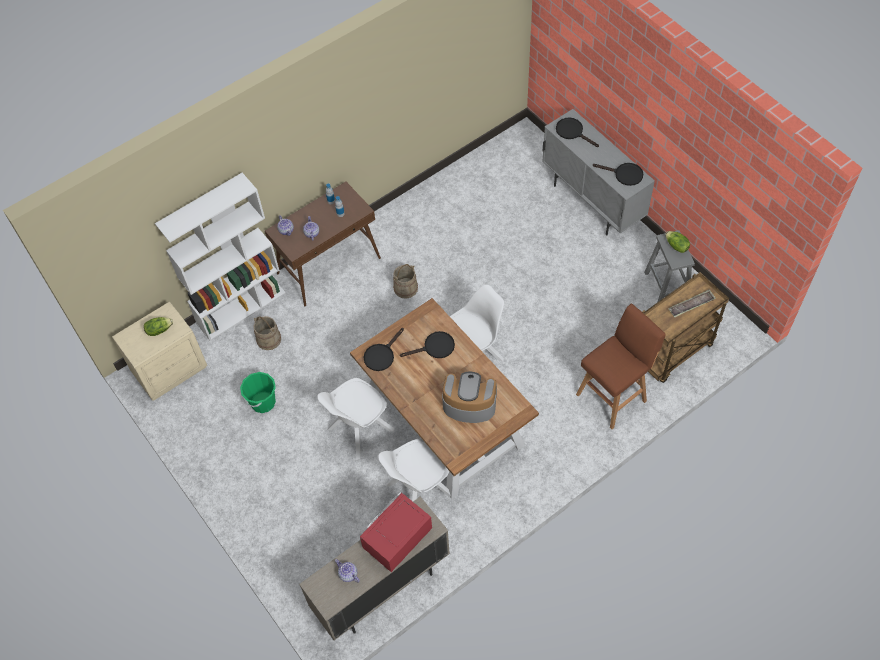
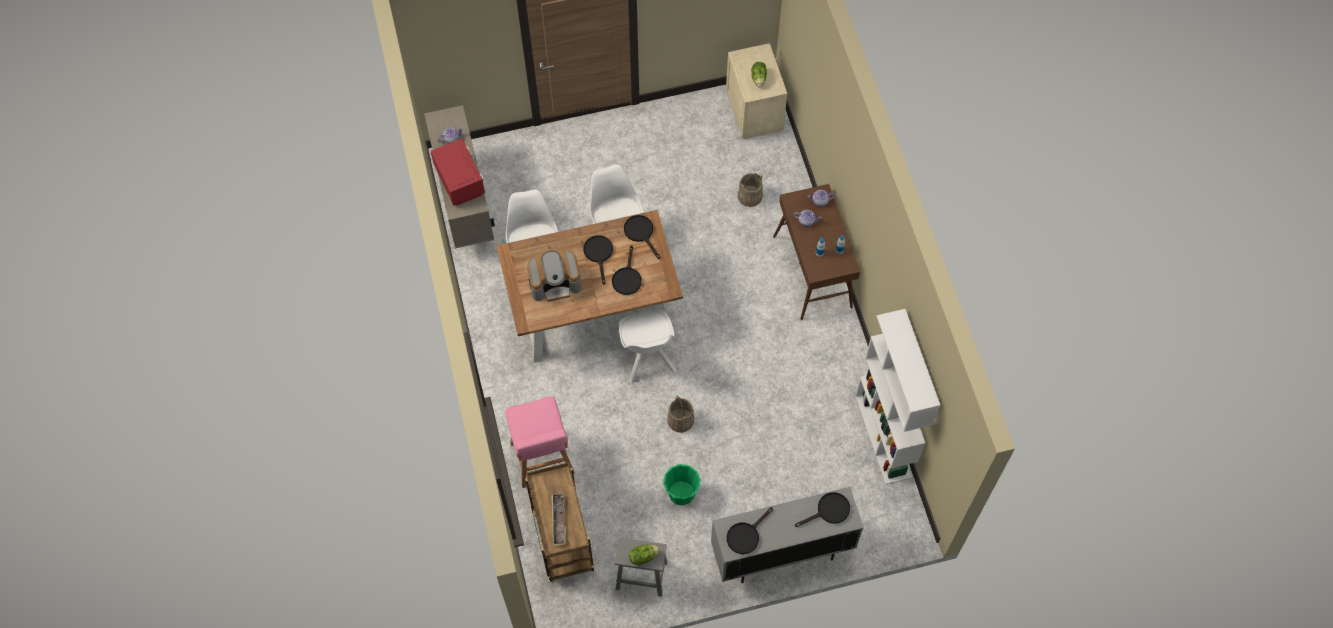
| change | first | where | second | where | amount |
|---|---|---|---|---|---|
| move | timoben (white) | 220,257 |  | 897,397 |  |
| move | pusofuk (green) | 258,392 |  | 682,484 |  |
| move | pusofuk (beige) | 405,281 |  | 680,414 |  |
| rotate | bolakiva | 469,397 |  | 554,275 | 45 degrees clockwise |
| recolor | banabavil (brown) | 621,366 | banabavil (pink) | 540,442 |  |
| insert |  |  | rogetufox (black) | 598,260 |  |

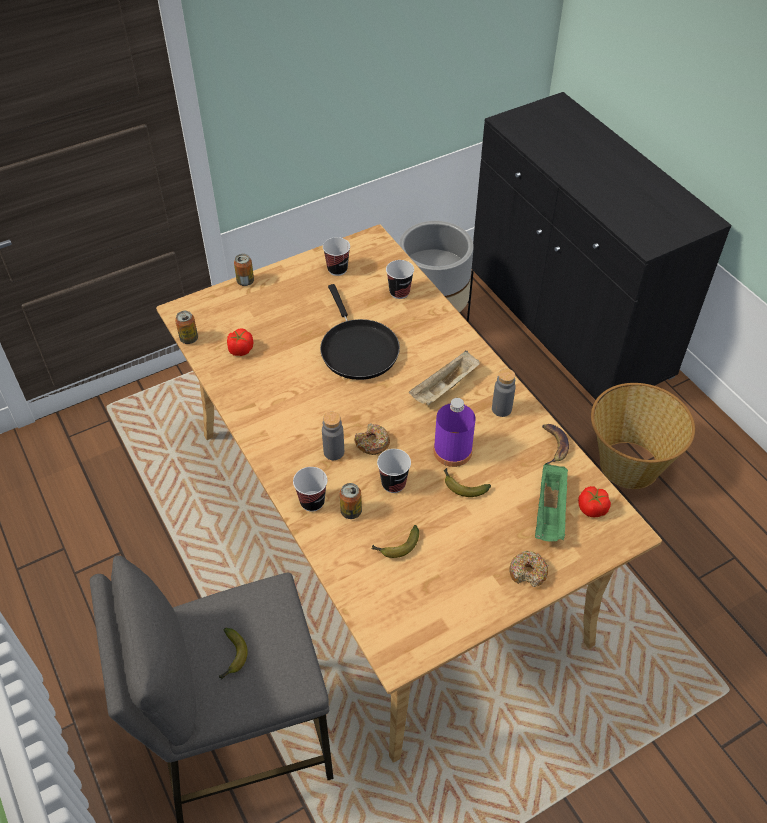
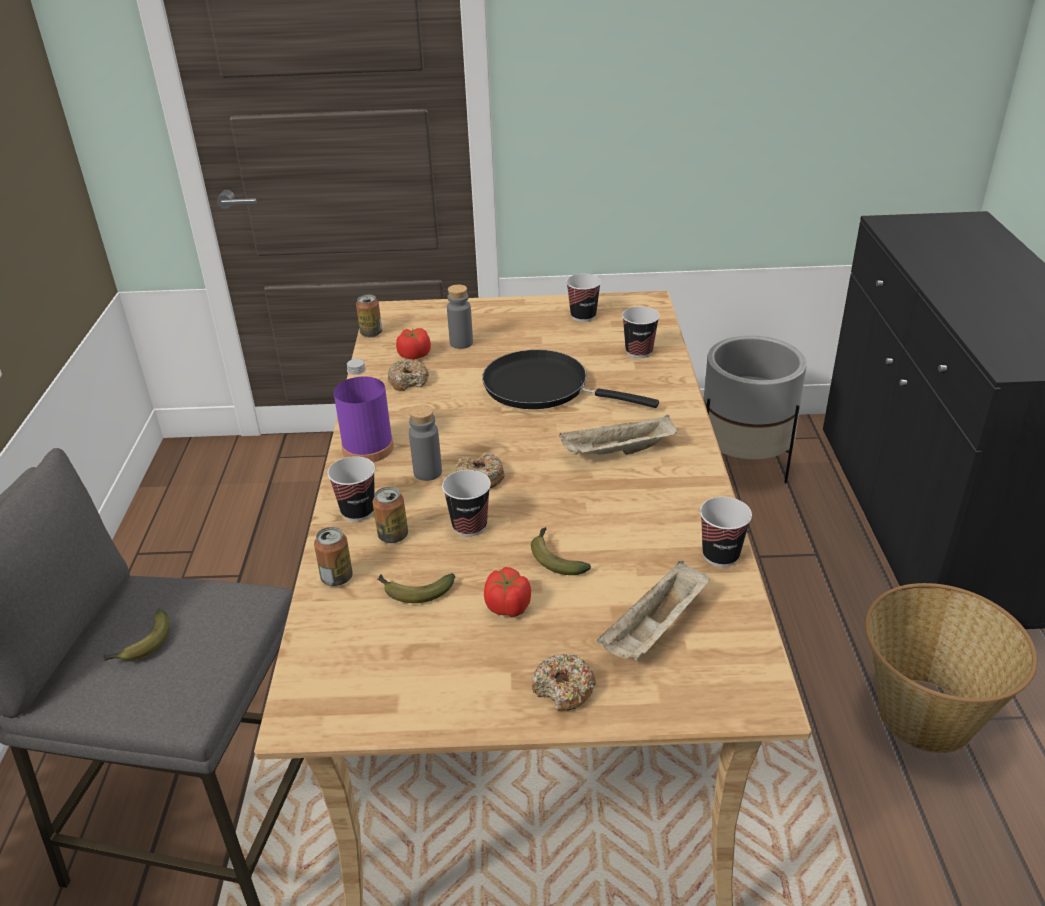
| change | first | where | second | where | amount |
|---|---|---|---|---|---|
| move | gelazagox | 244,270 |  | 333,556 |  |
| rotate | rogetufox (black) | 360,332 |  | 570,379 | 105 degrees clockwise |
| move | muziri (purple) | 454,432 |  | 364,410 |  |
| move | muziri (grey) | 504,393 |  | 460,317 |  |
| recolor | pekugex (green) | 551,502 | pekugex (beige) | 653,611 |  |
| replace | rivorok | 555,444 | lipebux | 726,532 |  |
| move | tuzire | 594,501 |  | 507,592 |  |
| insert |  |  | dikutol | 408,375 |  |

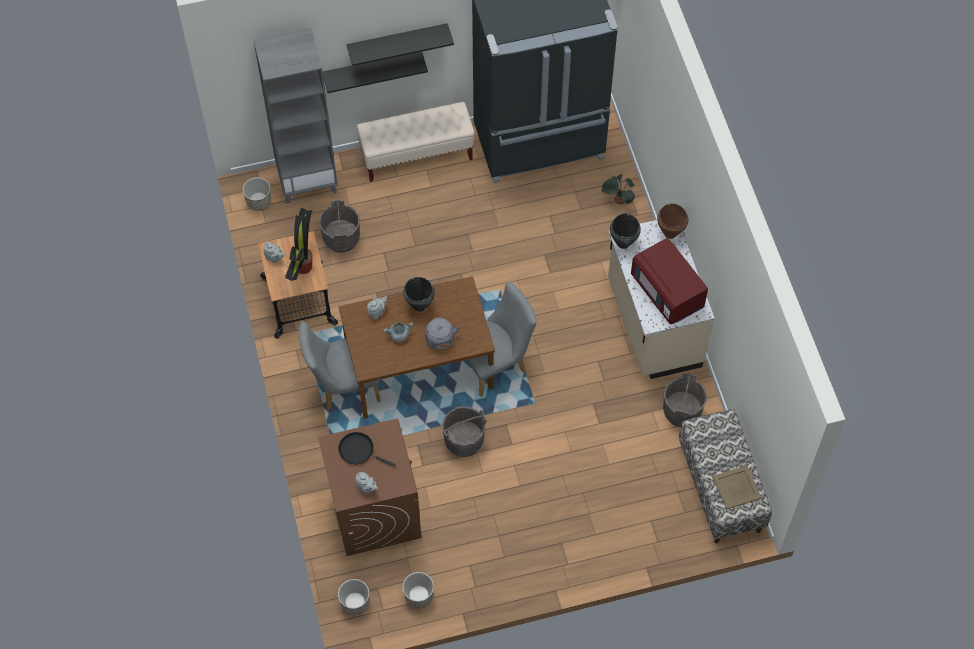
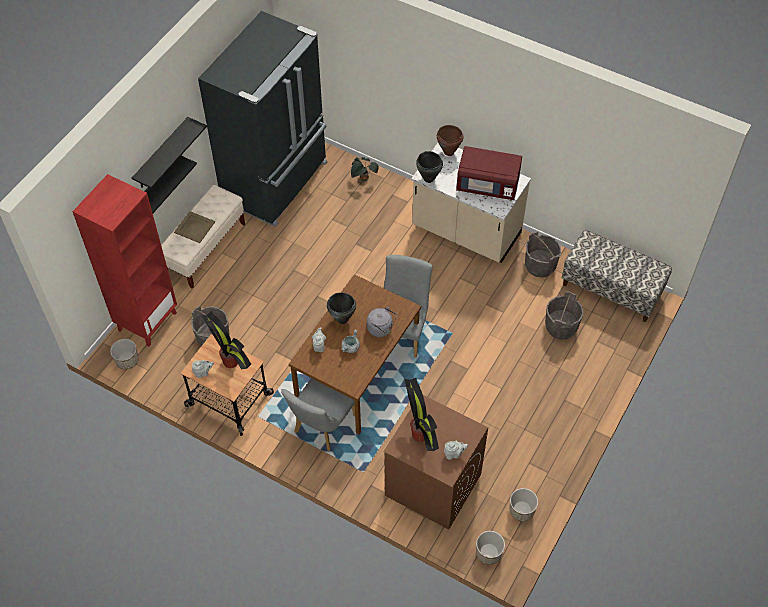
| change | first | where | second | where | amount |
|---|---|---|---|---|---|
| recolor | timoben (grey) | 295,116 | timoben (red) | 124,260 |  |
| replace | rogetufox (black) | 367,449 | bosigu | 422,414 |  |
| move | pusofuk (grey) | 464,431 |  | 564,315 |  |
| move | pekugex (beige) | 737,487 |  | 194,227 |  |

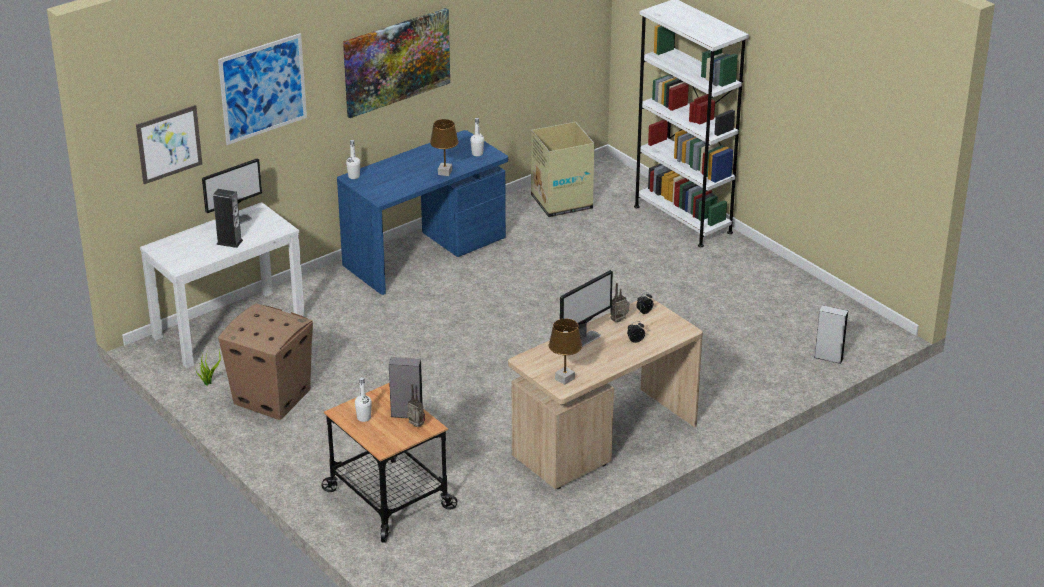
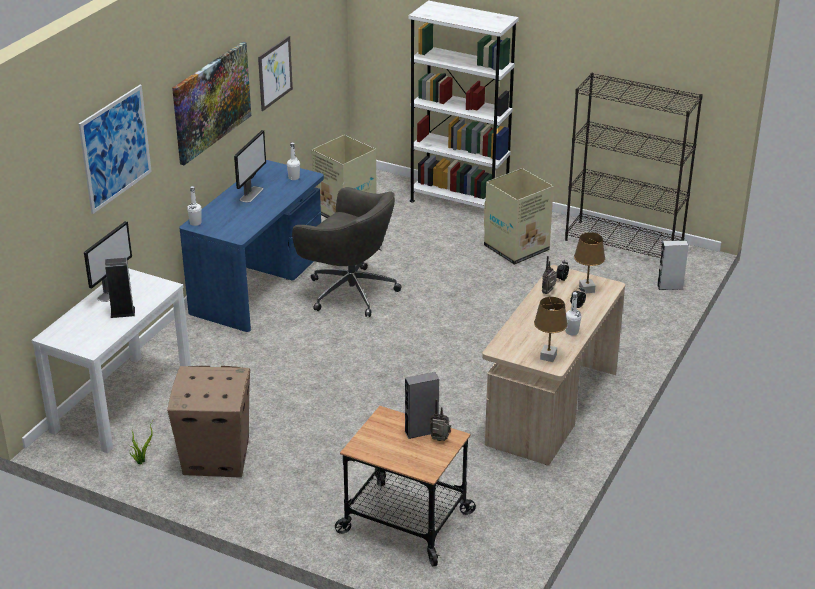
| change | first | where | second | where | amount |
|---|---|---|---|---|---|
| move | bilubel | 169,144 |  | 275,73 |  |
| move | muziri (white) | 363,399 |  | 573,313 |  |
| move | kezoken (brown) | 444,147 |  | 589,263 |  |
| move | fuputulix | 586,308 |  | 250,166 |  |
| insert |  |  | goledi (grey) | 346,252 |  |
| insert |  |  | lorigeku | 519,216 |  |
| insert |  |  | timoben (black) | 634,165 |  |

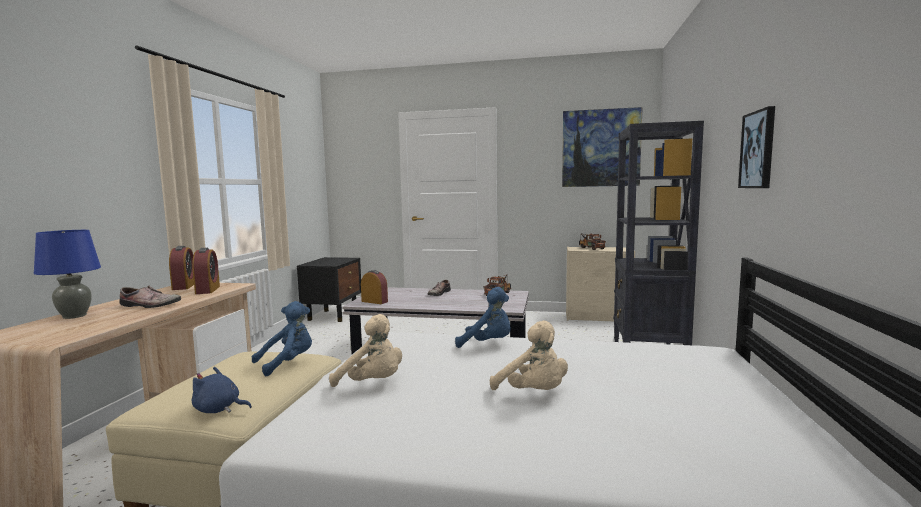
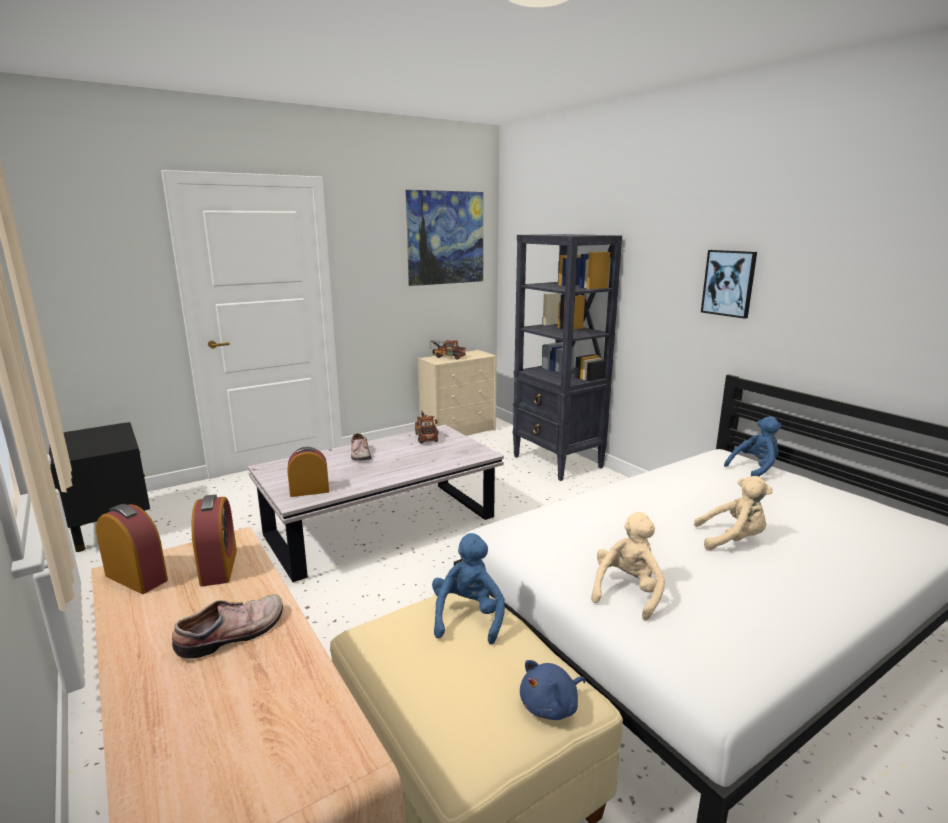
| change | first | where | second | where | amount |
|---|---|---|---|---|---|
| delete | kezoken (blue) | 67,274 |  |  |  |
| rotate | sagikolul | 206,271 |  | 214,540 | 45 degrees clockwise |
| rotate | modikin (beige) | 365,350 |  | 628,566 | 45 degrees counterclockwise |
| move | modikin (blue) | 483,317 |  | 752,446 |  |

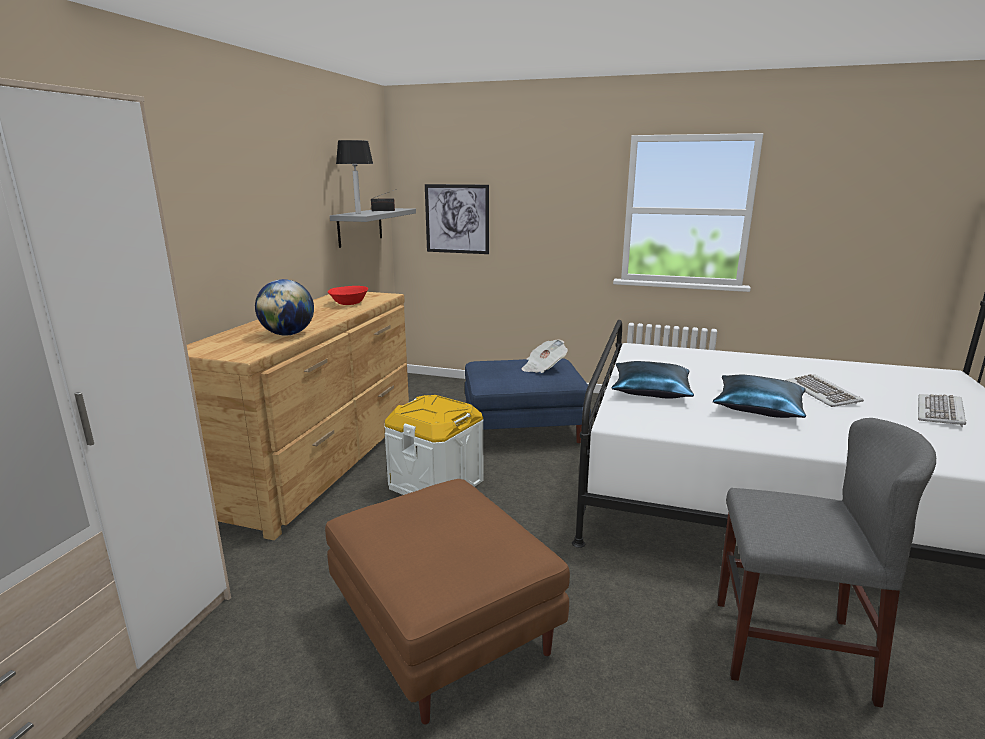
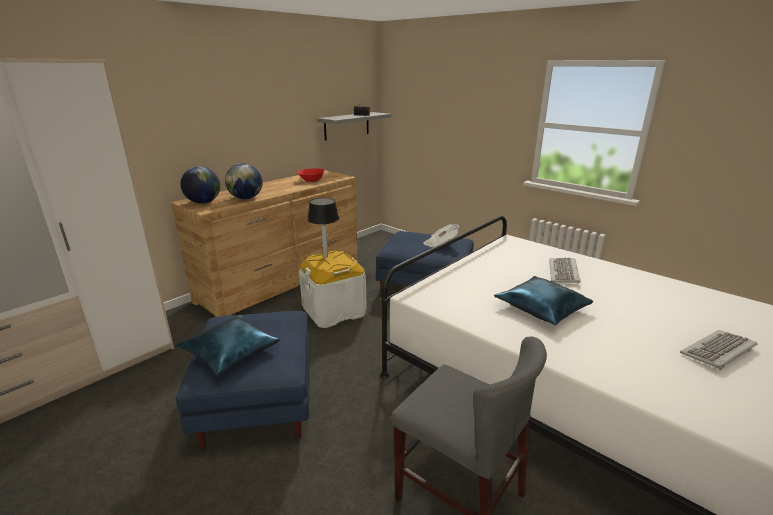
| change | first | where | second | where | amount |
|---|---|---|---|---|---|
| recolor | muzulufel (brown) | 447,601 | muzulufel (blue) | 243,380 |  |
| move | kezoken | 354,177 |  | 323,228 |  |
| delete | bilubel | 457,219 |  |  |  |
| move | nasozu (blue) | 653,379 |  | 228,345 |  |
| move | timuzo | 825,390 |  | 565,270 |  |
| insert |  |  | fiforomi | 200,185 |  |

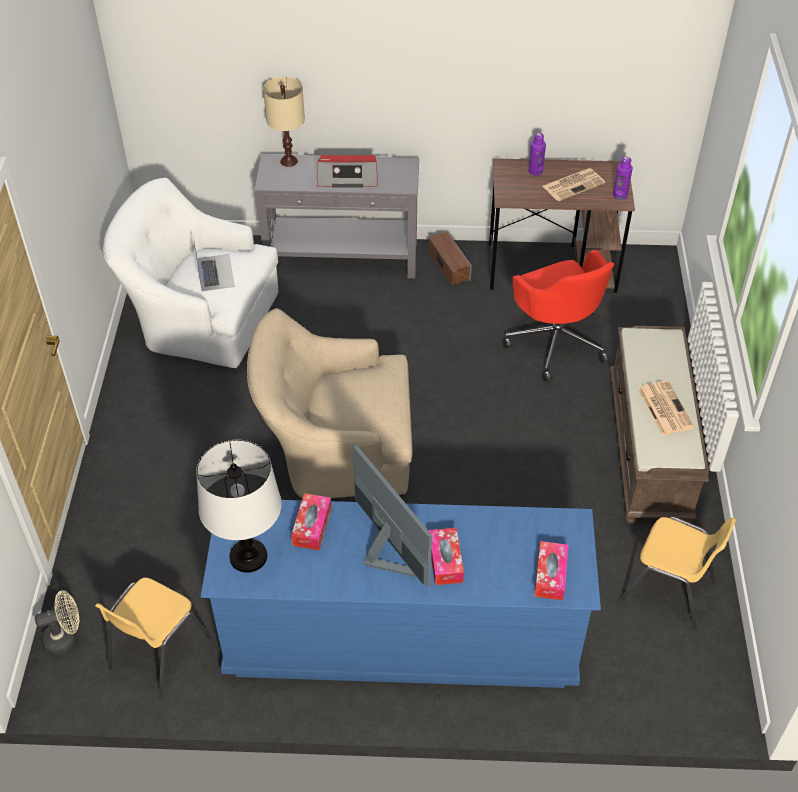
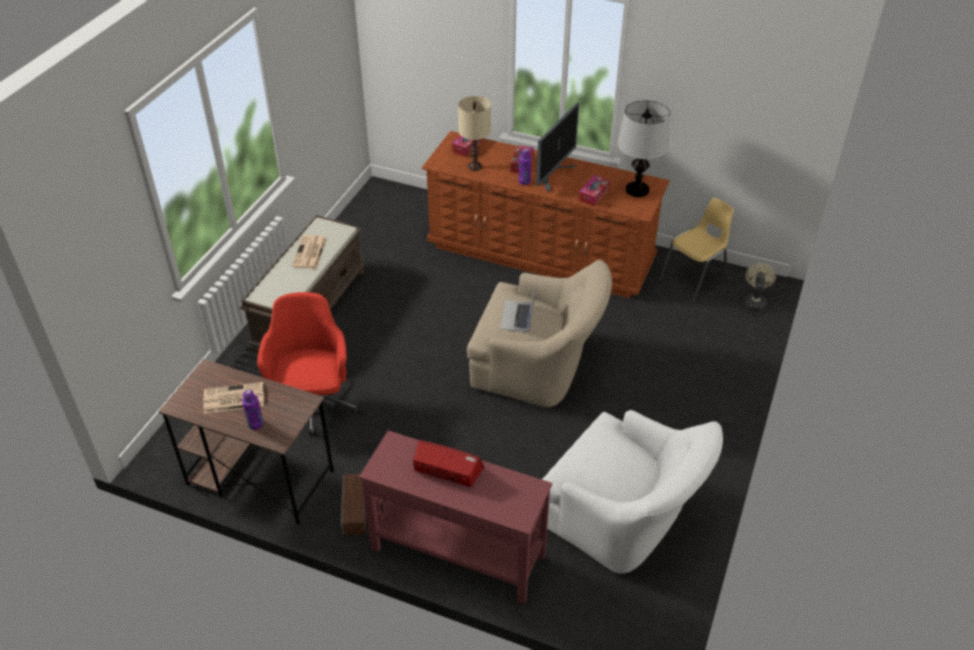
| change | first | where | second | where | amount |
|---|---|---|---|---|---|
| rotate | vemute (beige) | 57,622 |  | 760,287 | 105 degrees clockwise |
| move | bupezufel | 214,263 |  | 517,308 |  |
| recolor | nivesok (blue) | 401,594 | nivesok (brown) | 545,214 |  |
| recolor | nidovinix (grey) | 336,216 | nidovinix (red) | 455,517 |  |
| move | kezoken (beige) | 284,122 |  | 474,133 |  |
| rotate | fuputulix | 392,515 |  | 557,148 | 135 degrees counterclockwise |
| move | muziri (purple) | 623,178 |  | 525,167 |  |
| delete | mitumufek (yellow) | 678,573 |  |  |  |

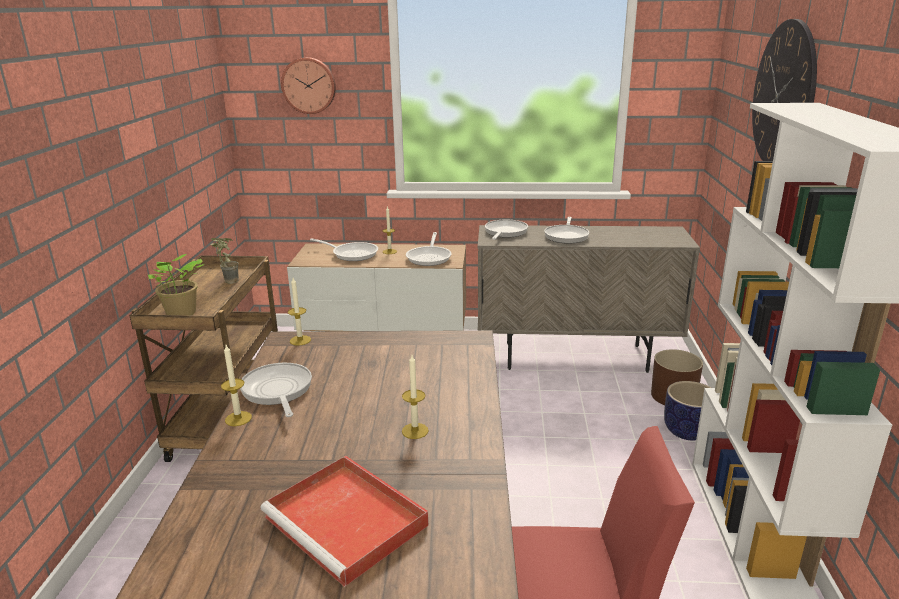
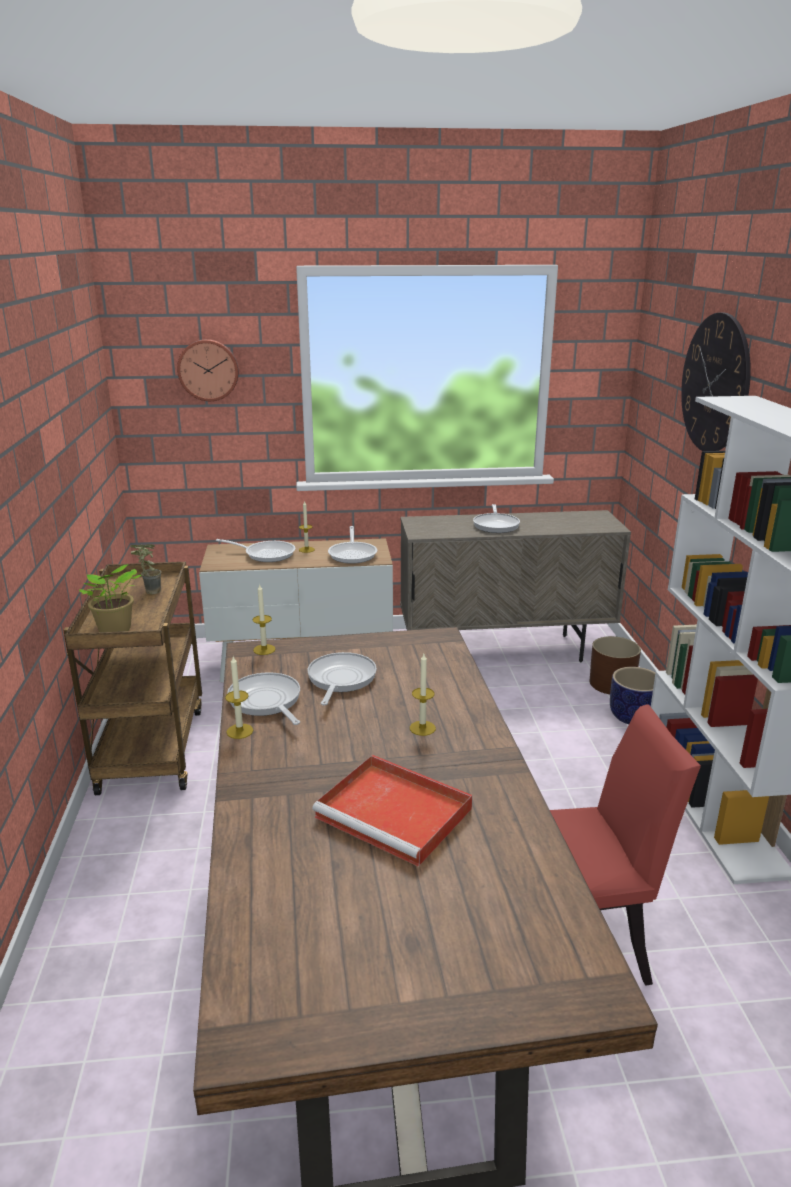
| change | first | where | second | where | amount |
|---|---|---|---|---|---|
| move | rogetufox | 506,229 |  | 342,678 |  |

